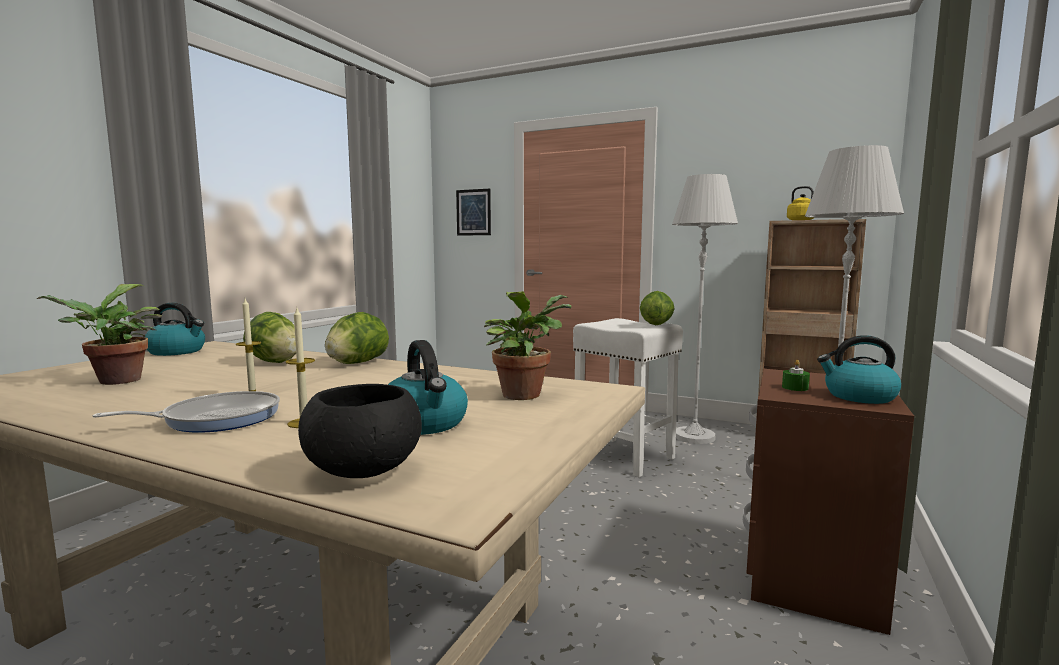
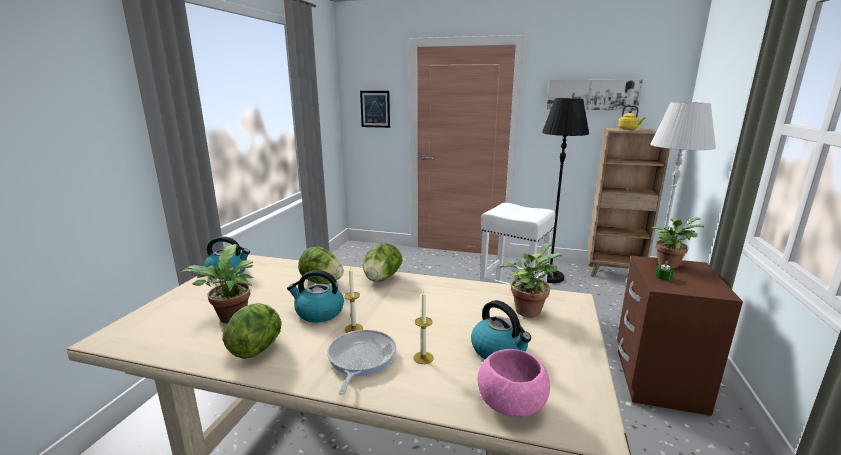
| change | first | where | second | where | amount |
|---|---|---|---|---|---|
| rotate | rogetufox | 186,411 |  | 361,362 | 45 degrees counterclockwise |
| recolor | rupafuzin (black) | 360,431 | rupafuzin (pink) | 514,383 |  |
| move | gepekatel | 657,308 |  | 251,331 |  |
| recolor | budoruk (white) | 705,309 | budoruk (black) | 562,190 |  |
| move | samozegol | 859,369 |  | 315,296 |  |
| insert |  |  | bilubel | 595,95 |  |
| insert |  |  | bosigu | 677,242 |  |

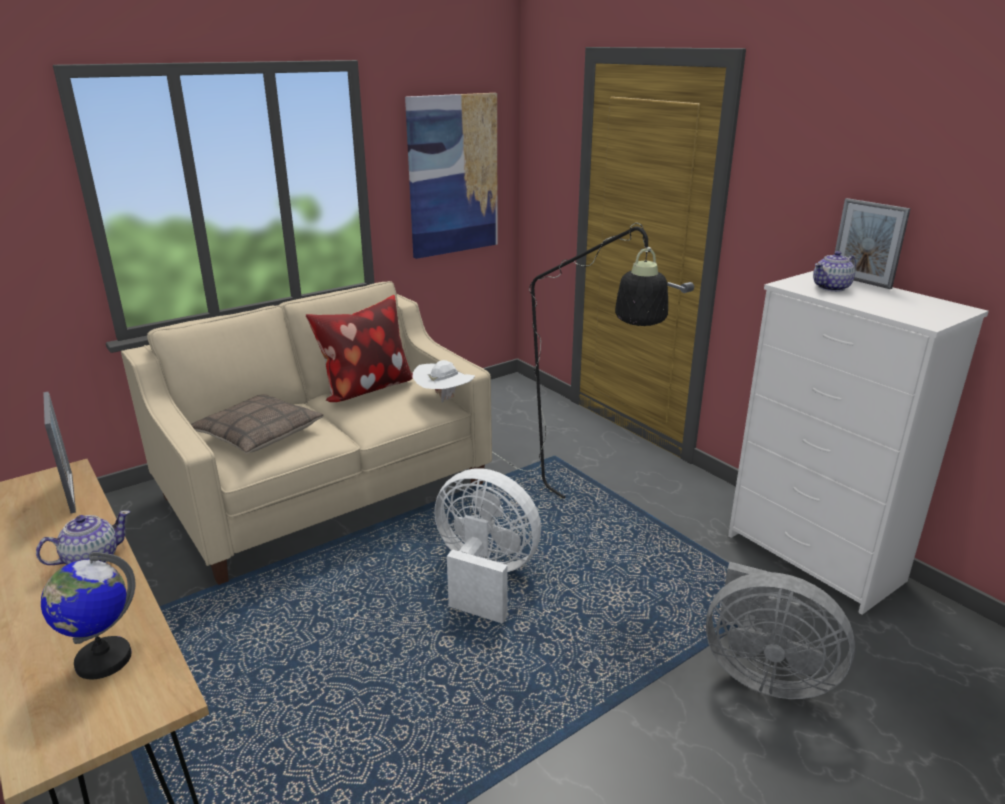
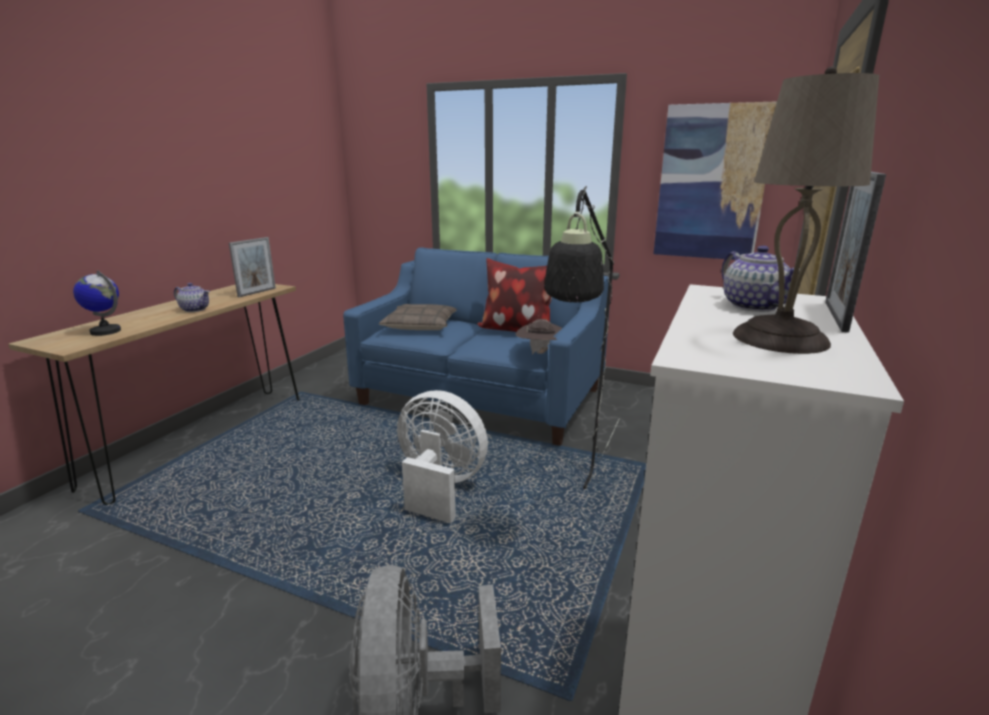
| change | first | where | second | where | amount |
|---|---|---|---|---|---|
| recolor | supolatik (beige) | 306,433 | supolatik (blue) | 476,346 |  |
| recolor | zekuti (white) | 443,381 | zekuti (brown) | 539,337 |  |
| rotate | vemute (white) | 487,546 |  | 442,456 | 60 degrees counterclockwise |
| rotate | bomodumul | 834,271 |  | 761,278 | 135 degrees counterclockwise |
| insert |  |  | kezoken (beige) | 806,210 |  |

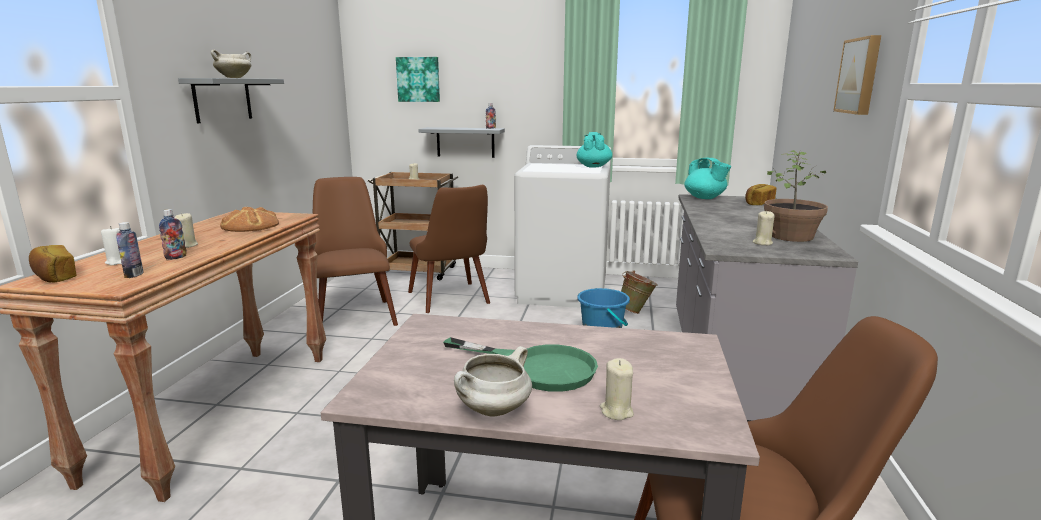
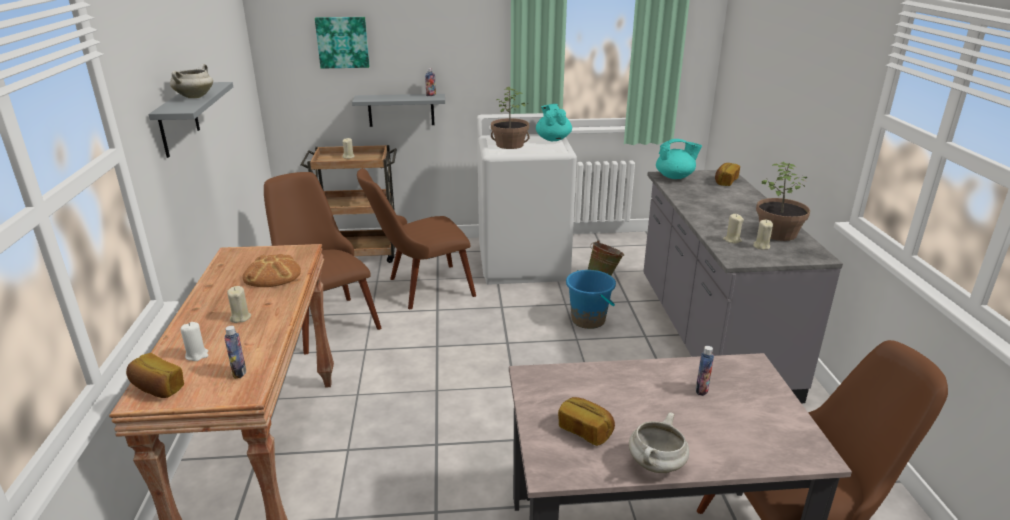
| change | first | where | second | where | amount |
|---|---|---|---|---|---|
| move | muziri | 173,234 |  | 705,371 |  |
| rotate | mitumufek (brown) | 449,249 |  | 416,238 | 105 degrees clockwise |
| delete | rogetufox (green) | 520,364 |  |  |  |
| move | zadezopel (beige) | 617,389 |  | 733,228 |  |
| rotate | bomodumul (turquoise) | 707,178 |  | 679,159 | 45 degrees counterclockwise |
| delete | bilubel | 857,75 |  |  |  |
| insert |  |  | bosigu | 510,118 |  |
| insert |  |  | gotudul | 586,421 |  |

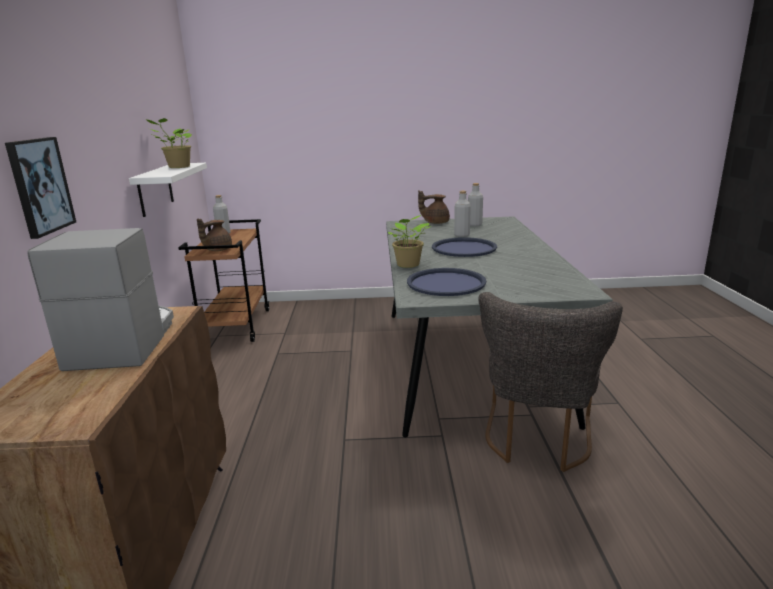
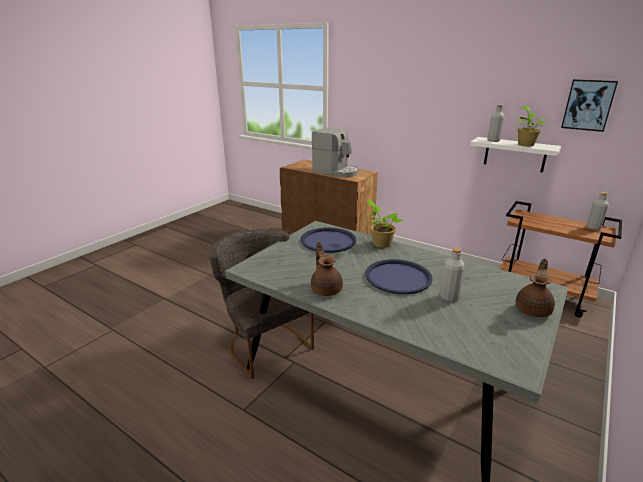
| change | first | where | second | where | amount |
|---|---|---|---|---|---|
| move | bilubel | 40,188 |  | 589,105 |  |
| move | bomodumul (brown) | 214,235 |  | 327,269 |  |
| move | muziri (grey) | 475,204 |  | 495,123 |  |

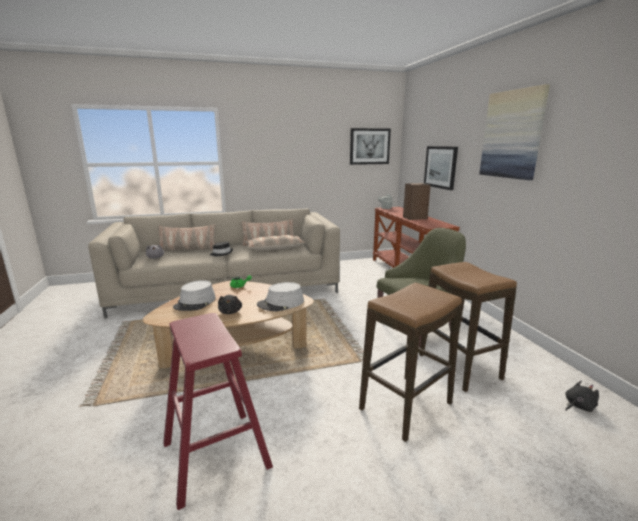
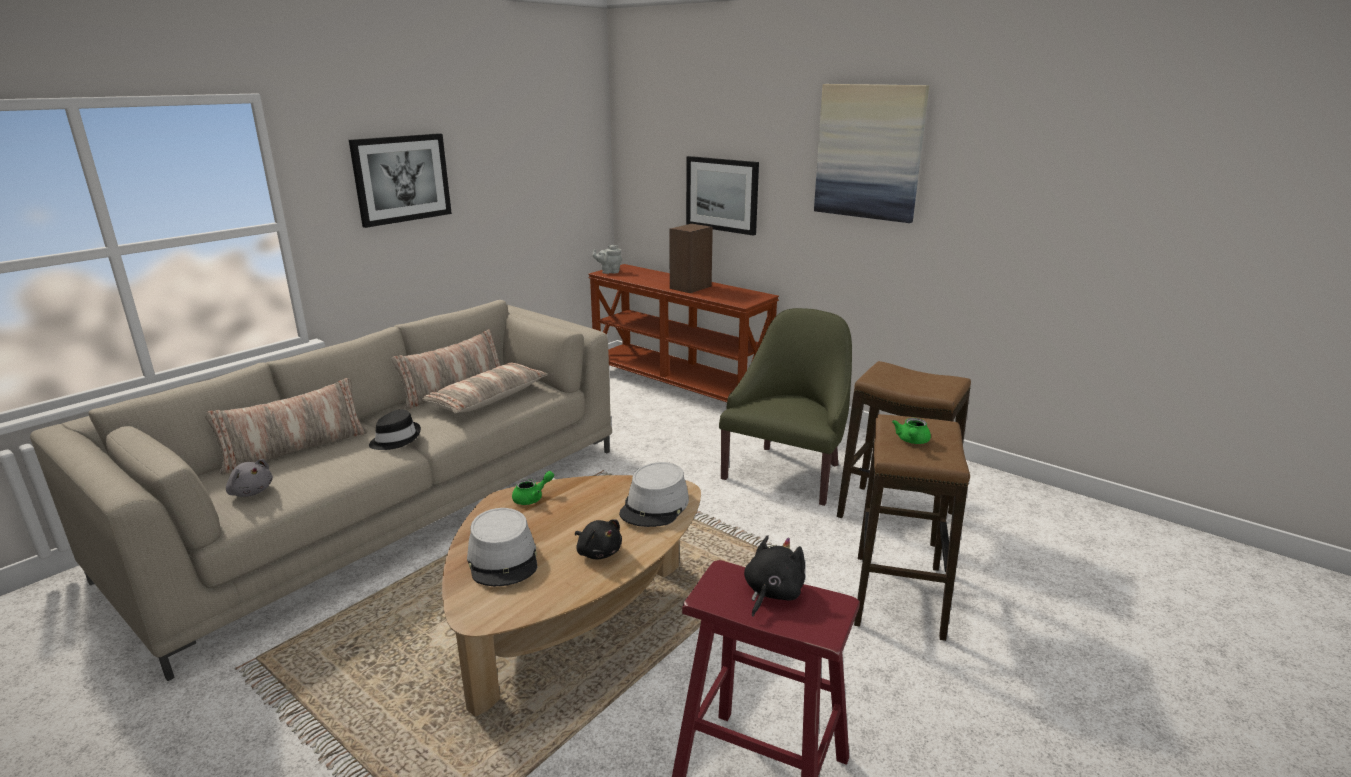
| change | first | where | second | where | amount |
|---|---|---|---|---|---|
| move | bilubel | 370,146 |  | 400,180 |  |
| move | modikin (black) | 582,396 |  | 774,576 |  |
| insert |  |  | bomodumul (green) | 911,431 |  |

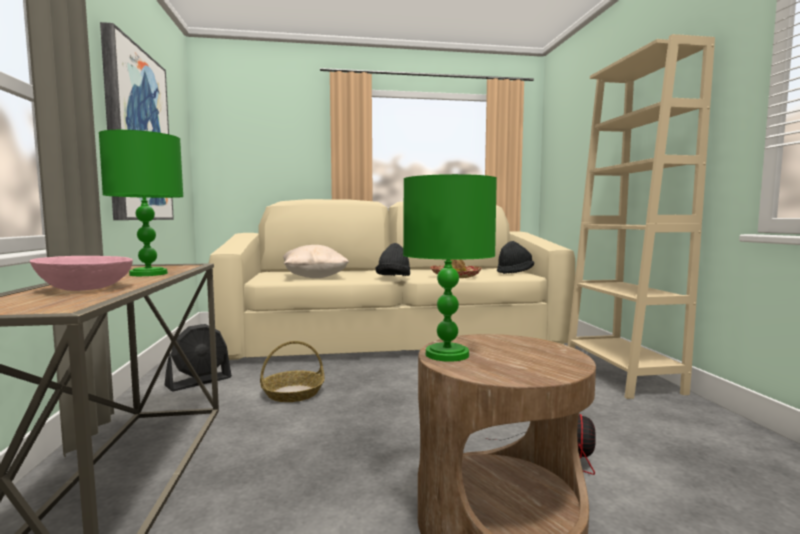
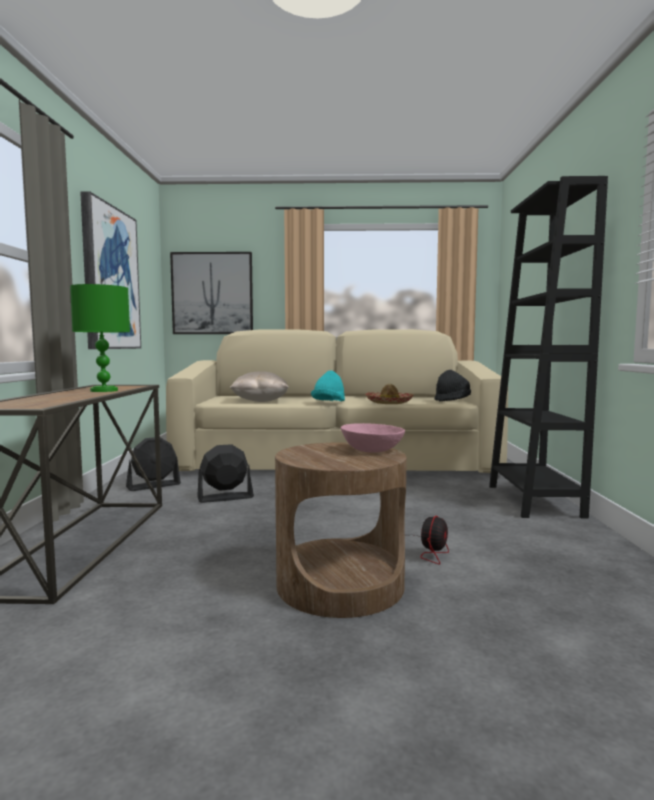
| change | first | where | second | where | amount |
|---|---|---|---|---|---|
| move | rupafuzin (pink) | 81,273 |  | 372,438 |  |
| replace | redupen | 292,371 | vemute (black) | 225,473 |  |
| recolor | zekuti (black) | 392,259 | zekuti (turquoise) | 328,385 |  |
| delete | kezoken (green) | 450,268 |  |  |  |
| recolor | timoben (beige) | 641,216 | timoben (black) | 548,347 |  |
| insert |  |  | bilubel | 211,293 |  |

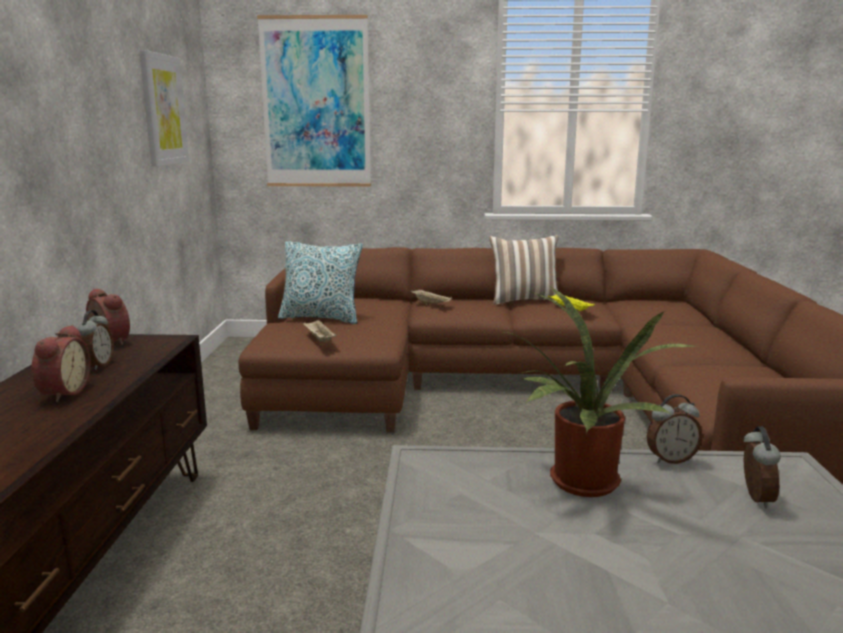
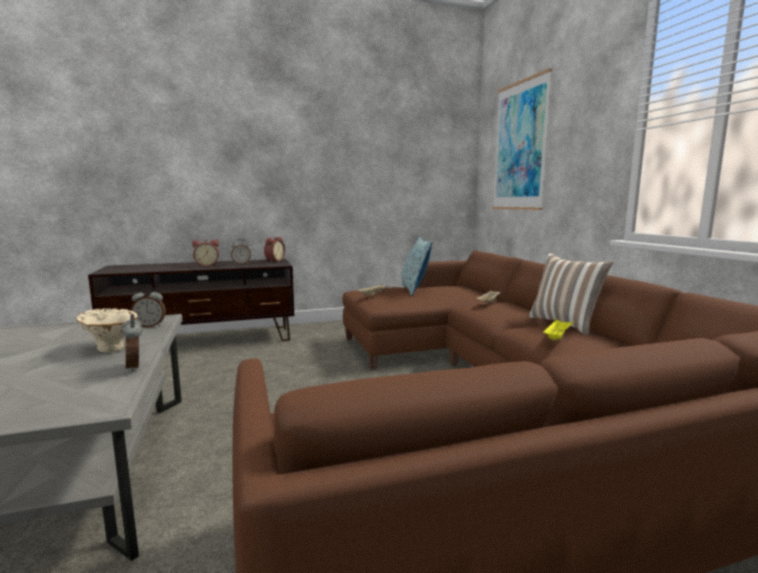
| change | first | where | second | where | amount |
|---|---|---|---|---|---|
| delete | bilubel | 164,108 |  |  |  |
| replace | bosigu | 600,392 | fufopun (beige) | 106,330 |  |
| move | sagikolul | 762,467 |  | 148,307 |  |

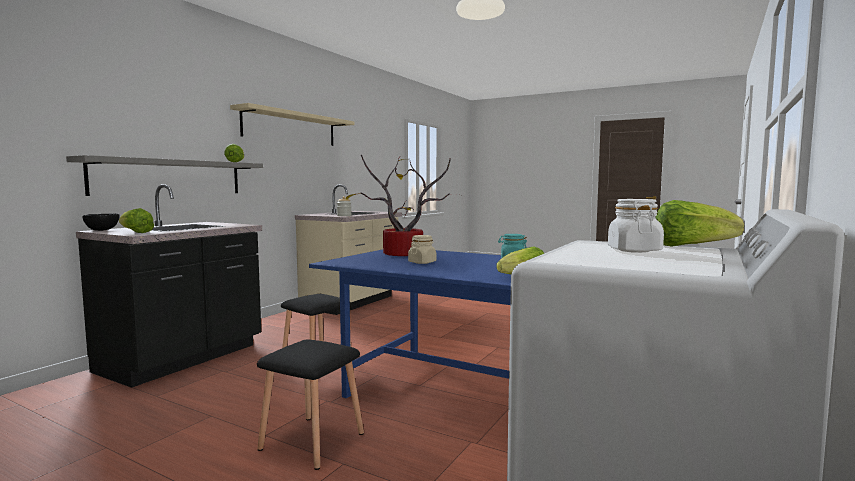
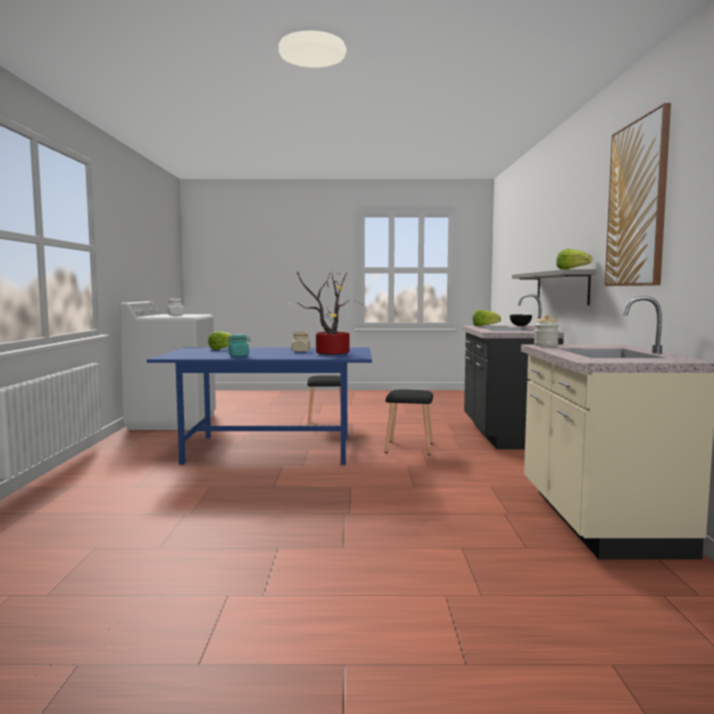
| change | first | where | second | where | amount |
|---|---|---|---|---|---|
| replace | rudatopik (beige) | 292,124 | bilubel | 638,194 |  |
| delete | gepekatel | 700,223 |  |  |  |

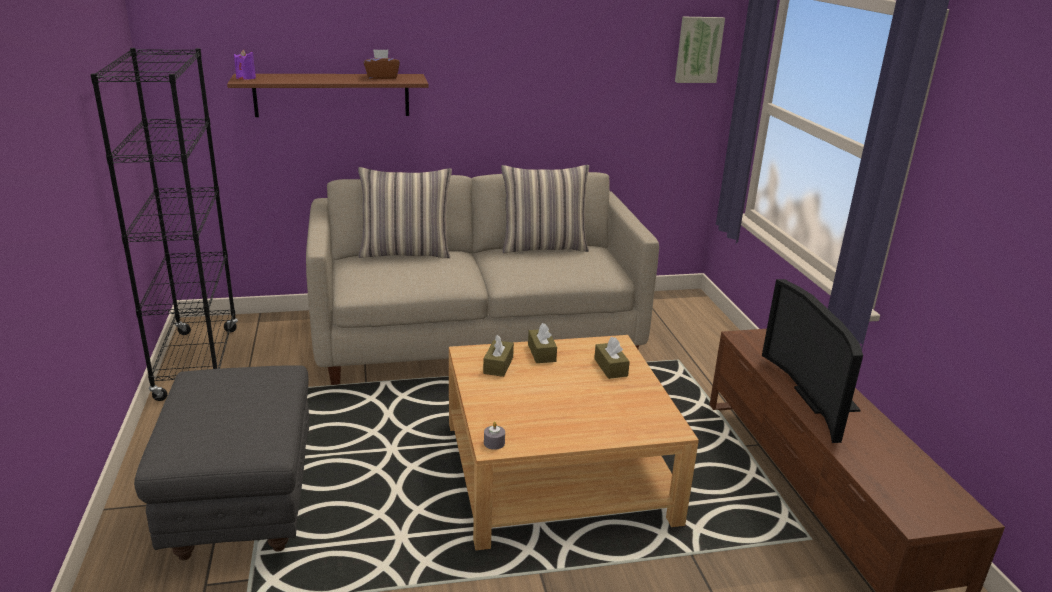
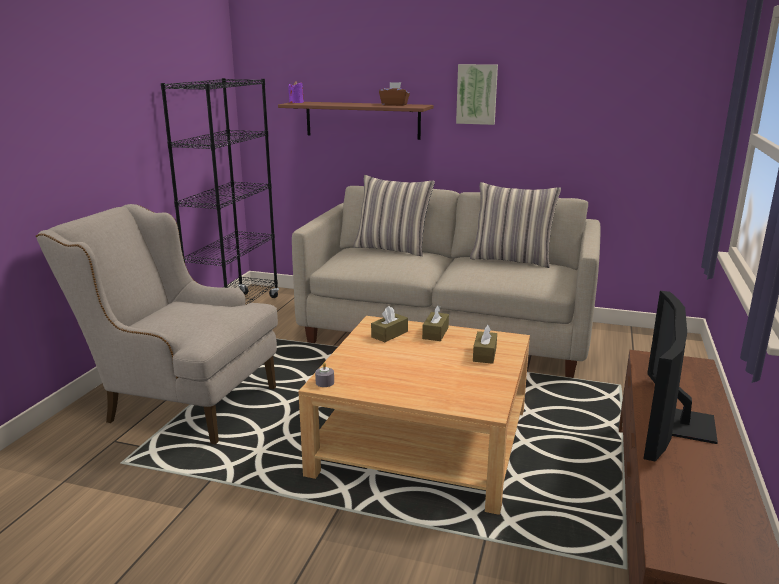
| change | first | where | second | where | amount |
|---|---|---|---|---|---|
| replace | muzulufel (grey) | 221,463 | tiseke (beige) | 157,324 |  |
| move | bilubel | 700,50 |  | 477,94 |  |

